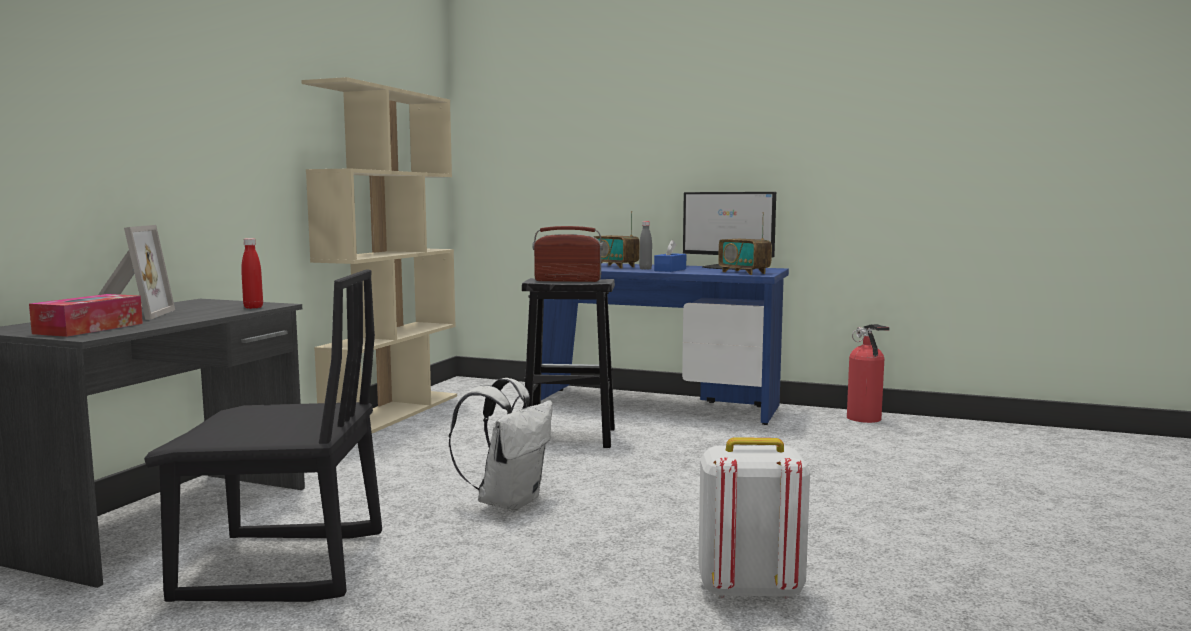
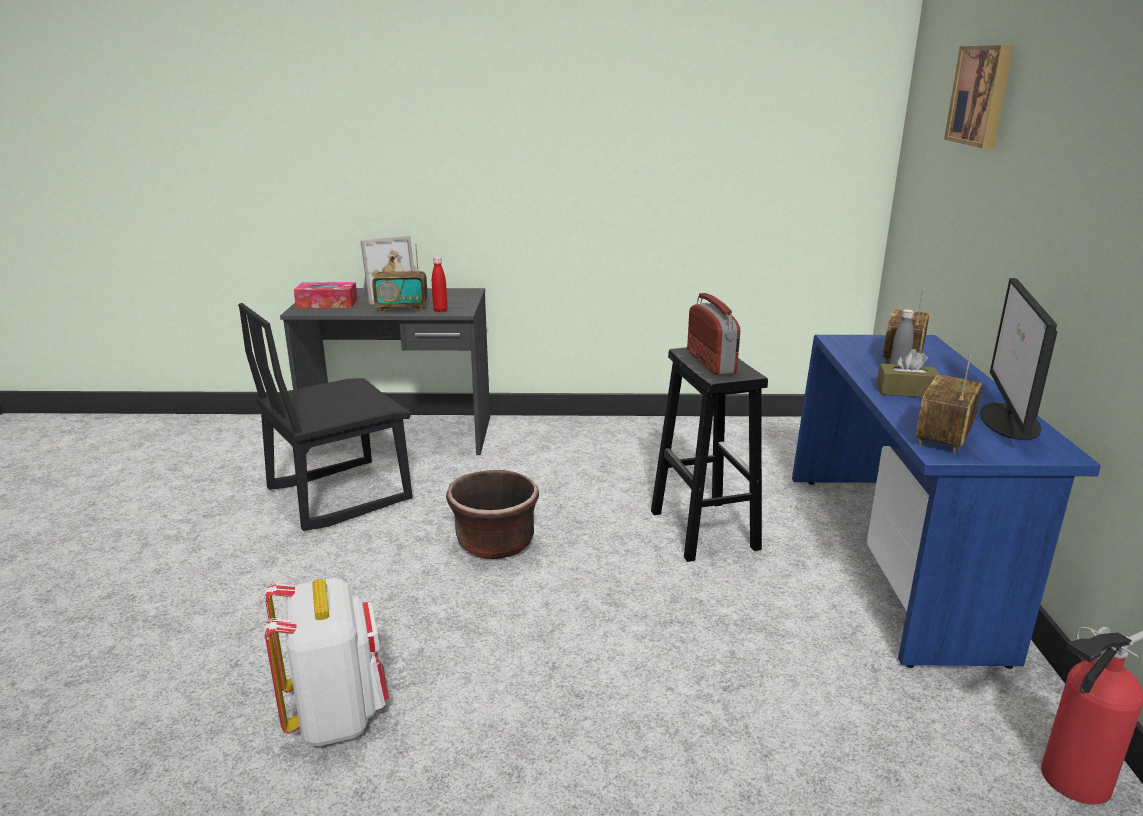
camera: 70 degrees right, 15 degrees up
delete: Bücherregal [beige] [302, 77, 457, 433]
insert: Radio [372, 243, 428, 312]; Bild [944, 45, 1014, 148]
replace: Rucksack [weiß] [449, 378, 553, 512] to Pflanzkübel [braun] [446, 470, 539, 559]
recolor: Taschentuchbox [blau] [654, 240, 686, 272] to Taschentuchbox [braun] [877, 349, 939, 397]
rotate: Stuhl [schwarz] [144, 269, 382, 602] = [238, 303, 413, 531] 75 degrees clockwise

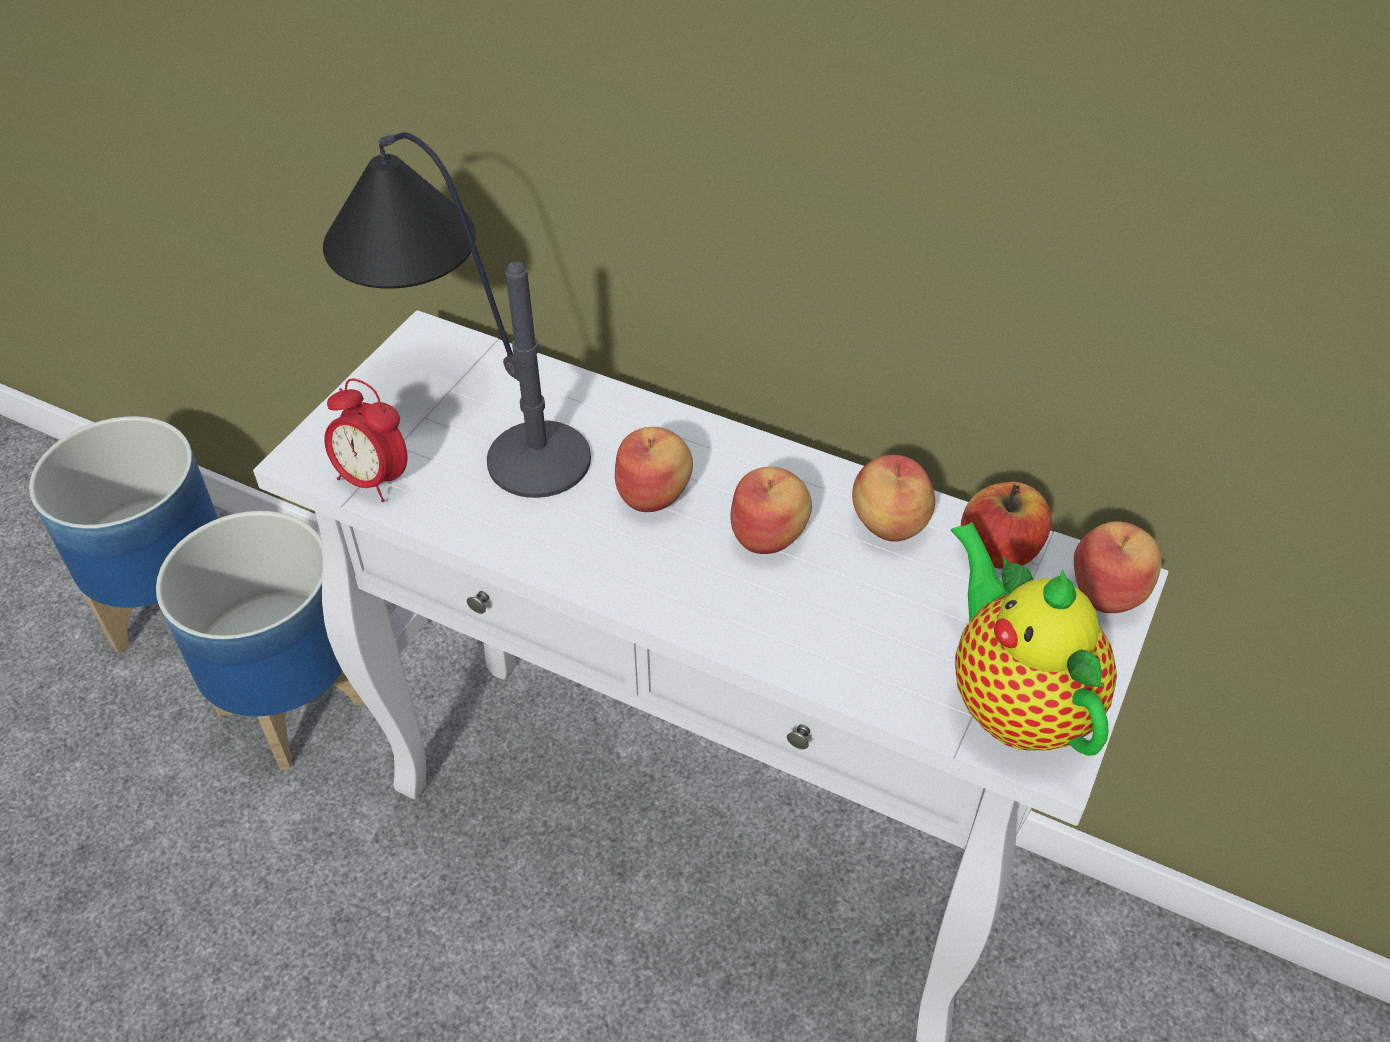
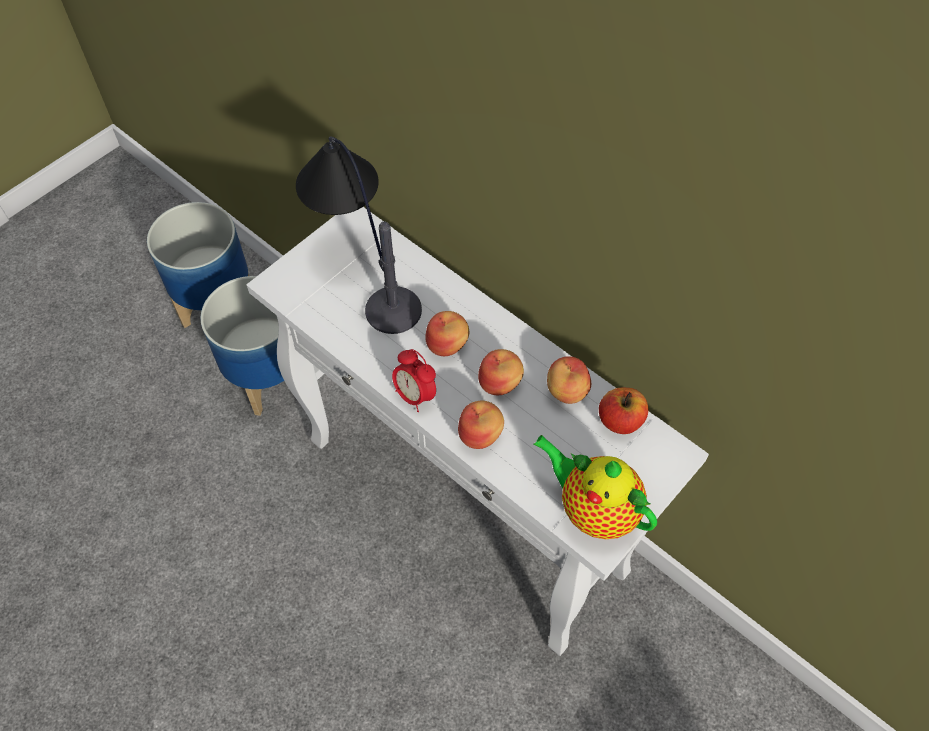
camera: 15 degrees right, 10 degrees up
move: Wecker [324, 378, 408, 502] to [392, 349, 436, 412]; Apfel [1074, 521, 1162, 613] to [458, 401, 504, 449]
rotate: Teekanne [951, 522, 1117, 756] = [534, 435, 657, 539] 45 degrees counterclockwise

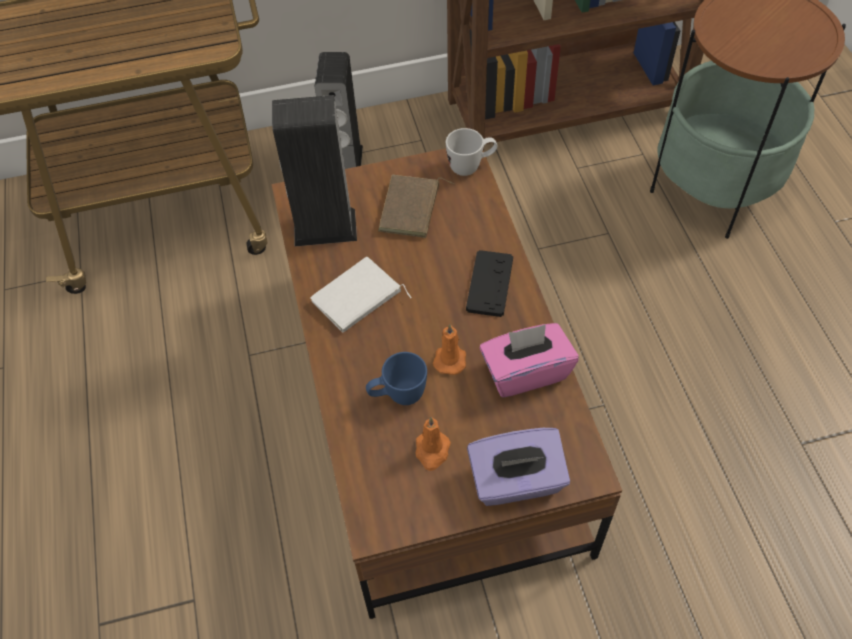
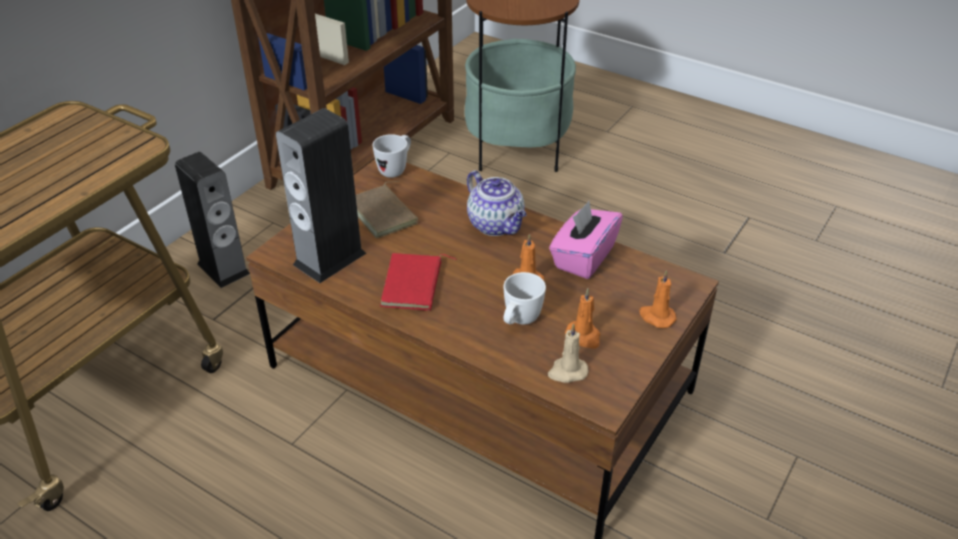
camera: 45 degrees left, 15 degrees down
insert: Kerze [beige] [548, 323, 588, 383]
replace: Gamepad [schwarz] [466, 250, 513, 317] to Teekanne [467, 170, 527, 236]; Taschentuchbox [lila] [467, 428, 570, 506] to Kerze [orange] [639, 270, 677, 328]
recolor: Buch [weiß] [310, 257, 412, 333] to Buch [rot] [380, 253, 457, 311]; Henkelbecher [blau] [366, 352, 427, 405] to Henkelbecher [weiß] [503, 272, 546, 324]

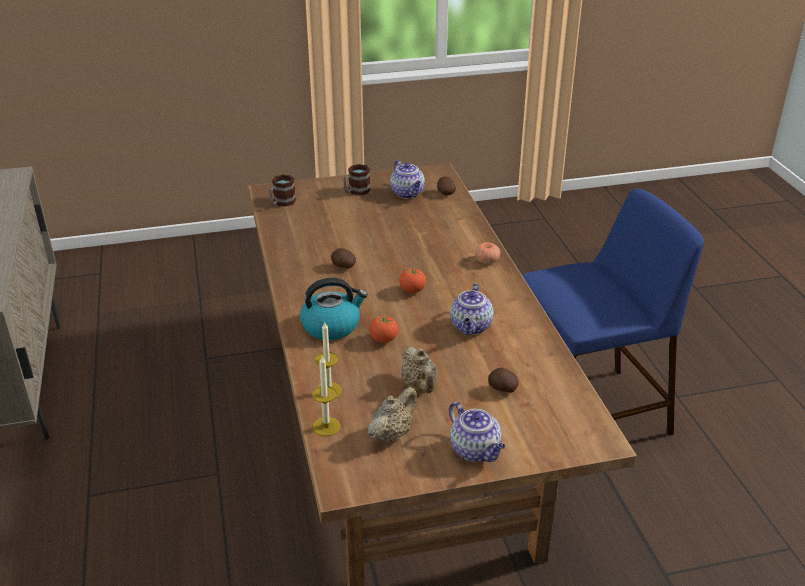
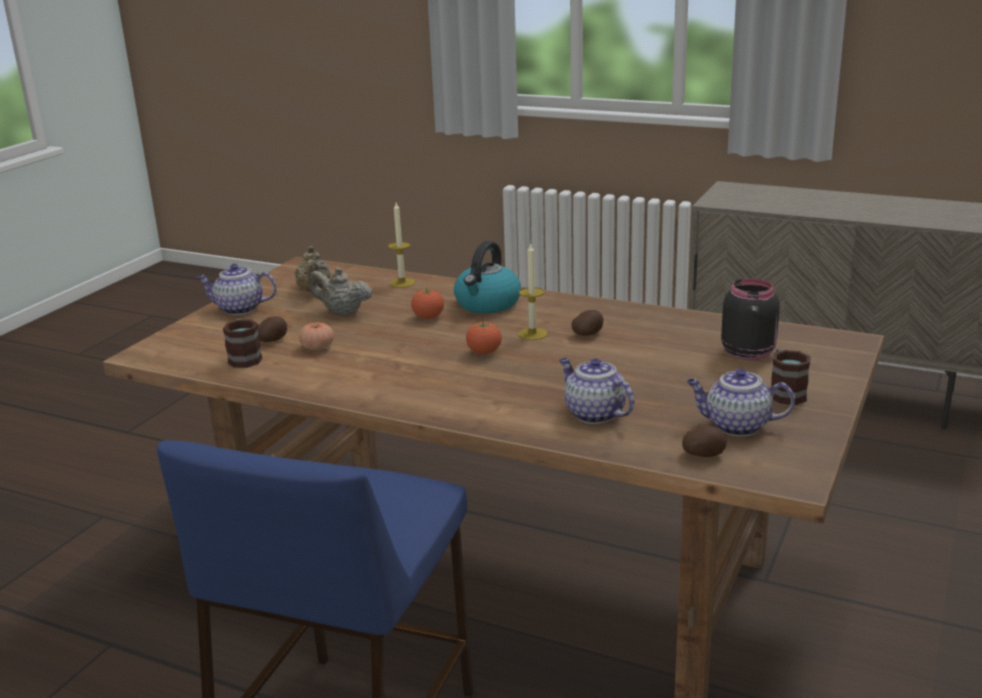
camera: 130 degrees right, 10 degrees down
insert: Vorratsglas [schwarz] [721, 278, 780, 360]
move: Henkelbecher [269, 175, 296, 207] to [223, 319, 262, 368]; Kerze [312, 356, 340, 436] to [518, 242, 547, 340]; Teekanne [450, 283, 494, 335] to [559, 358, 635, 424]; Tomate [475, 243, 500, 264] to [299, 322, 334, 350]

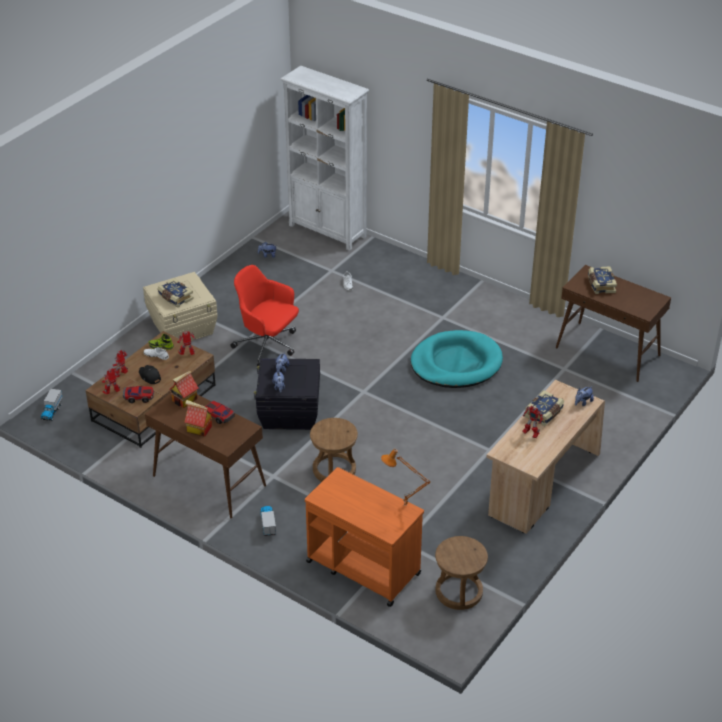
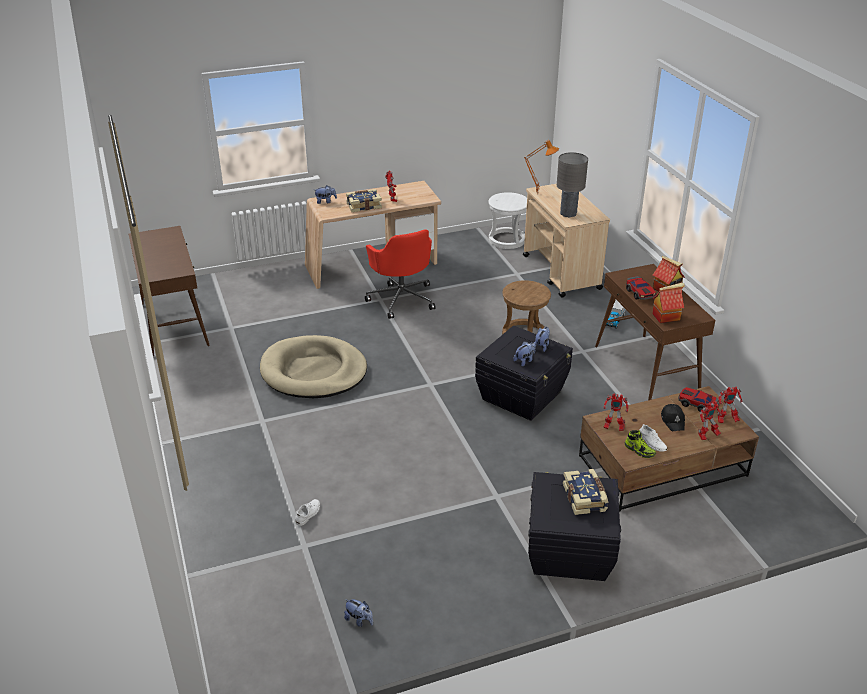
camera: 145 degrees left, 5 degrees down
delete: Spielzeuglaster [41, 389, 63, 421]; Bücherregal [weiß] [280, 66, 369, 251]; Buch [588, 266, 617, 294]
insert: Tischlampe [grau] [557, 152, 588, 218]
move: Bürostuhl [rot] [230, 265, 299, 366] to [365, 229, 436, 319]
recolor: Aufbewahrungsbox [beige] [143, 272, 218, 341] to Aufbewahrungsbox [schwarz] [528, 472, 621, 581]; Rollwagen [orange] [305, 467, 424, 607] to Rollwagen [beige] [523, 184, 610, 298]; Hundebett [türkis] [411, 330, 503, 388] to Hundebett [beige] [260, 335, 367, 398]; Hocker [braun] [435, 536, 488, 610] to Hocker [weiß] [488, 192, 527, 249]

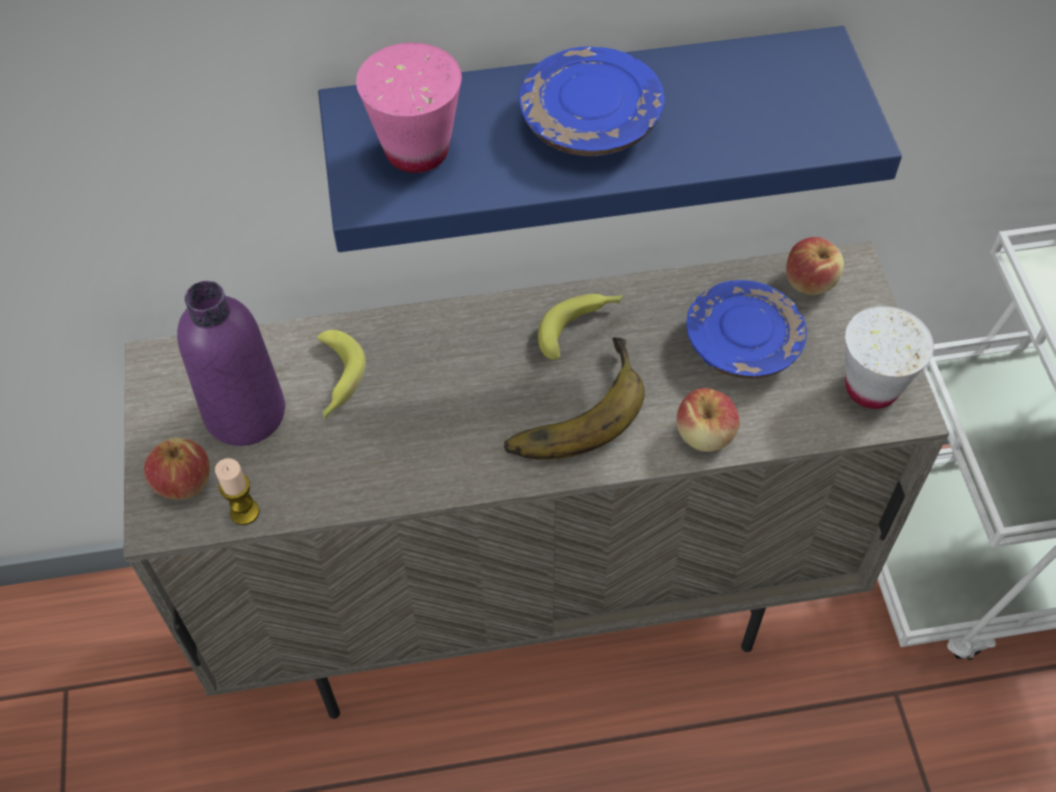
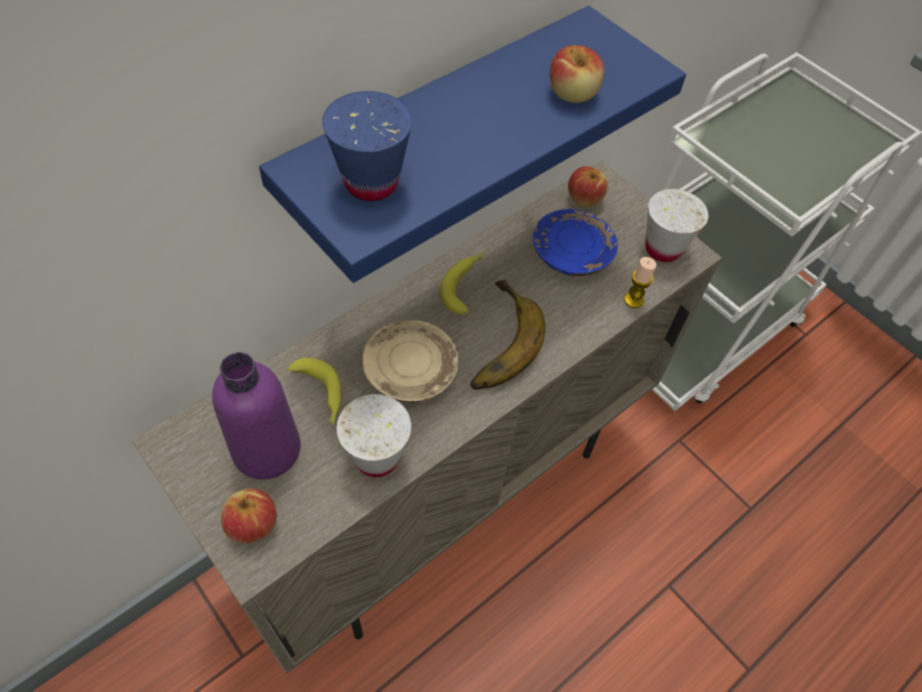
camera: 35 degrees left, 0 degrees up
delete: Teller [blau] [519, 46, 665, 156]
insert: Tasse [weiß] [337, 394, 411, 477]; Teller [beige] [362, 320, 458, 403]
move: Kerze [215, 458, 260, 525] to [624, 257, 656, 308]; Apfel [676, 388, 739, 452] to [550, 45, 604, 103]
recolor: Tasse [rosa] [356, 43, 462, 173] to Tasse [blau] [322, 91, 412, 201]

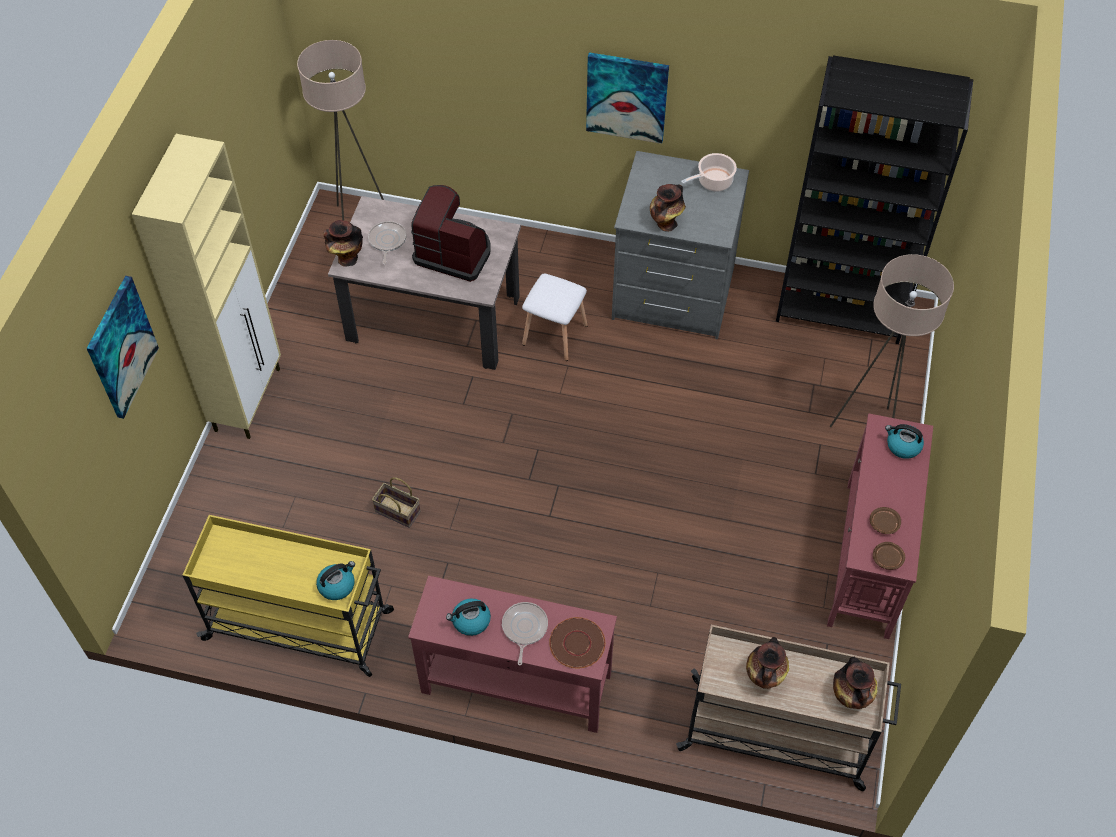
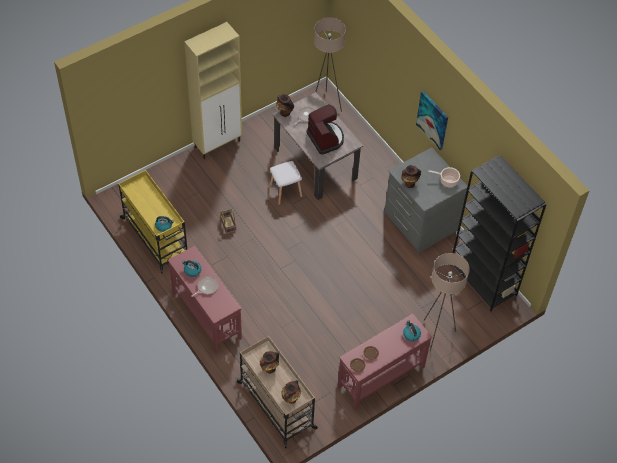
camera: 40 degrees right, 0 degrees up
delete: Bild [87, 276, 159, 419]; Teller [braun] [549, 617, 605, 669]
move: Hocker [weiß] [522, 273, 588, 361] to [269, 161, 302, 205]

